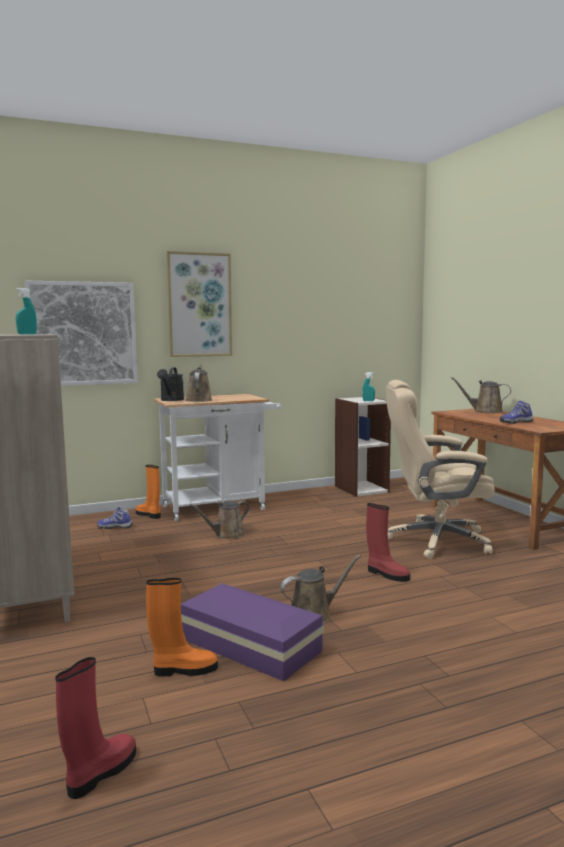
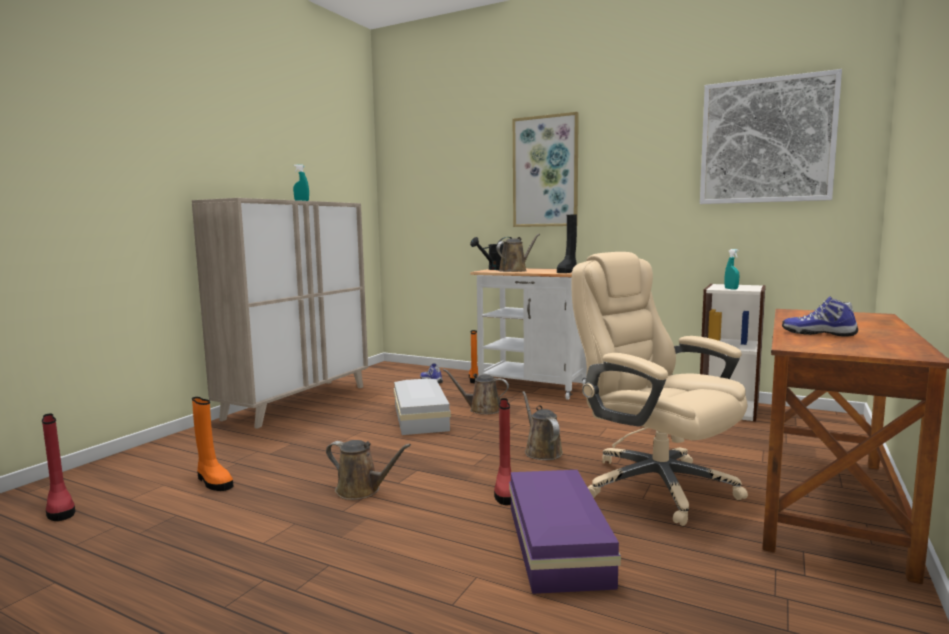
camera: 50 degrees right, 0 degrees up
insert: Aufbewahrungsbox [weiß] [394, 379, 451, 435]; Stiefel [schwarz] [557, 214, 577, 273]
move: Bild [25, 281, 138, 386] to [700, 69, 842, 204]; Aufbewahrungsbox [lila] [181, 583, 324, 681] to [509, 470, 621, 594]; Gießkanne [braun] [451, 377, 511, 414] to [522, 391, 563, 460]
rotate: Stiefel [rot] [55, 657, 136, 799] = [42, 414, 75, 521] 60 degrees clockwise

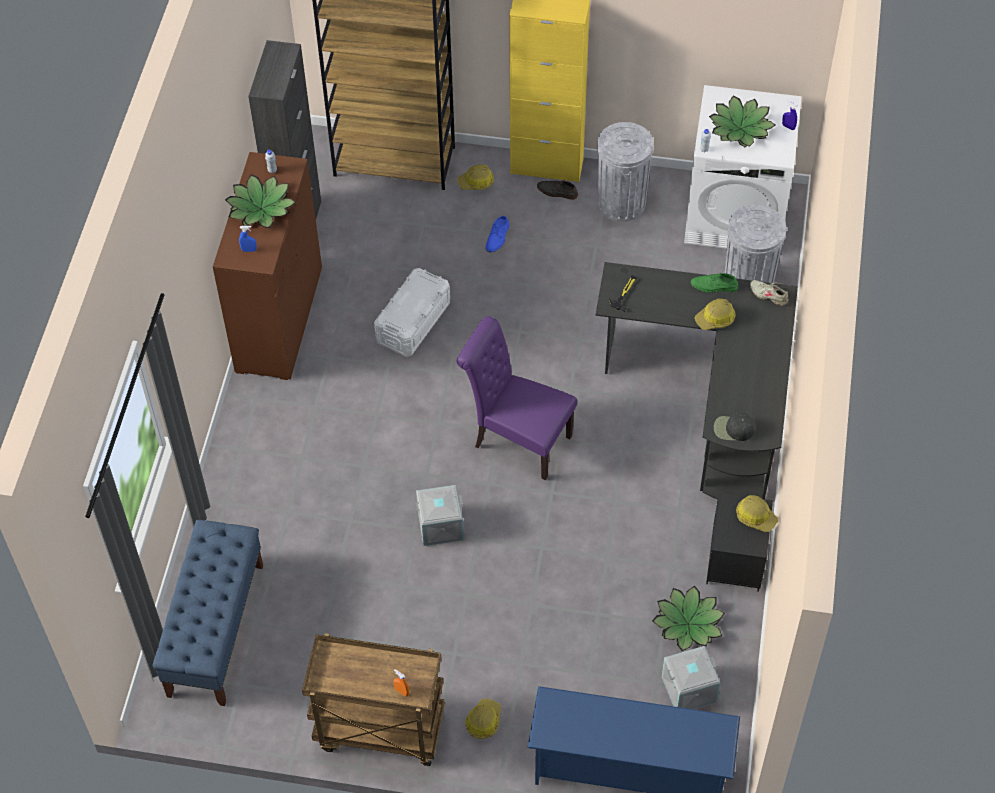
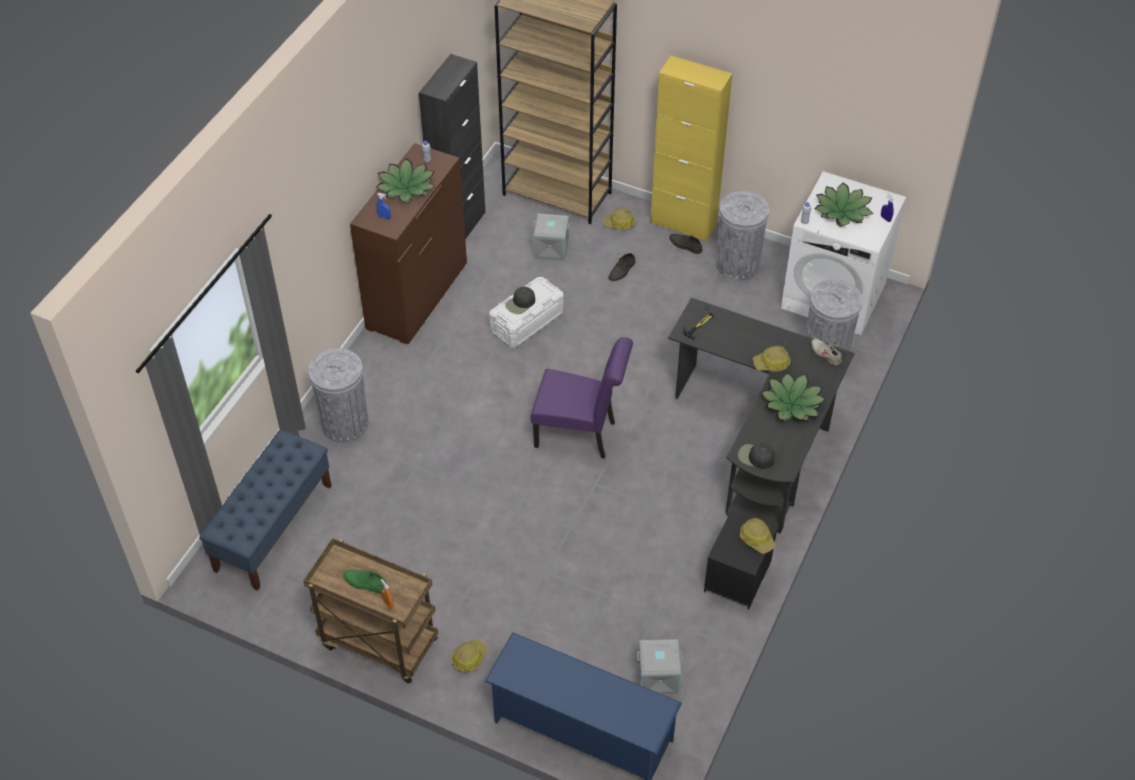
camera: 15 degrees right, 5 degrees down
insert: Mülleimer [grau] [308, 348, 368, 443]; Kappe [schwarz] [505, 287, 535, 314]
move: Aufbewahrungsbox [grau] [415, 485, 464, 546] to [533, 214, 570, 261]; Topfpflanze [652, 586, 725, 651] to [761, 373, 826, 422]; Schuh [grün] [691, 272, 738, 293] to [343, 569, 387, 594]
recolor: Schuh [blau] [486, 216, 509, 252] to Schuh [grau] [608, 253, 635, 281]
rotate: Stuhl [lila] [457, 316, 577, 480] = [530, 337, 633, 459] 150 degrees clockwise

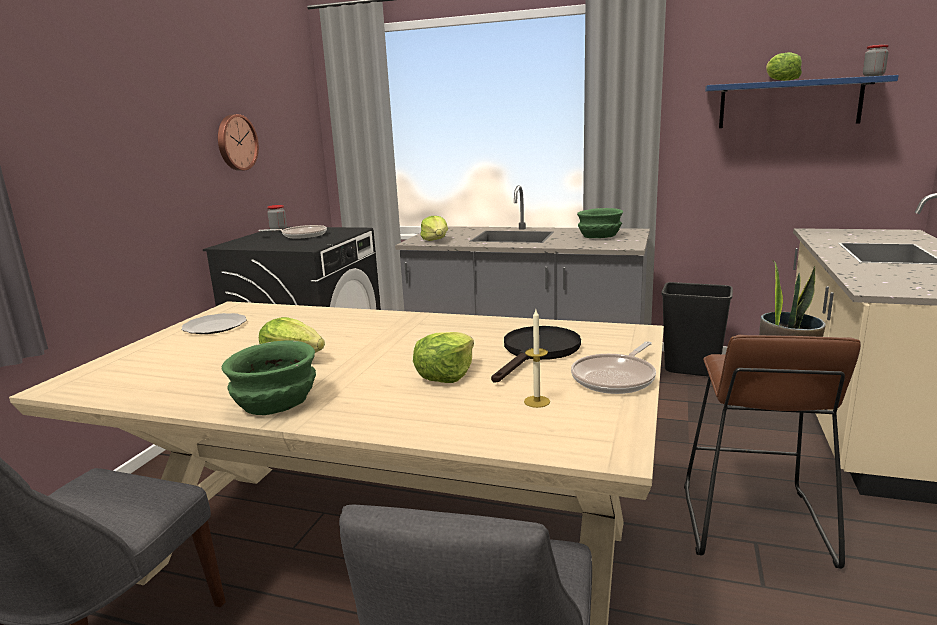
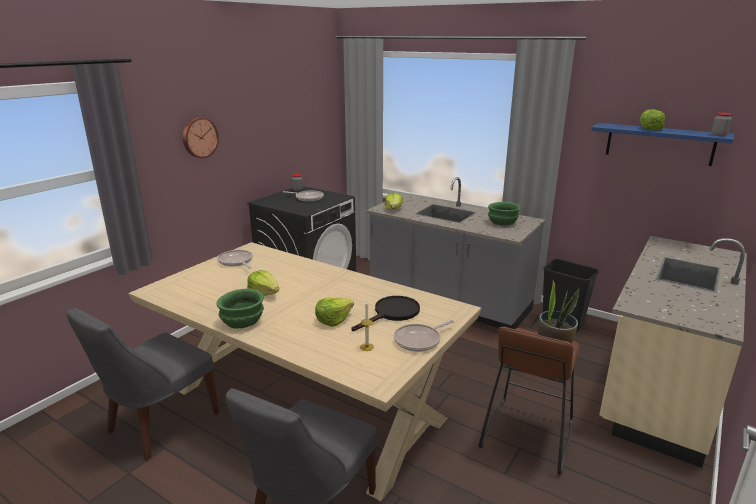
camera: 15 degrees right, 5 degrees up
move: Wanduhr [218, 114, 259, 171] to [183, 117, 219, 158]
replace: Teller [181, 313, 247, 334] to Pfanne [217, 250, 253, 268]

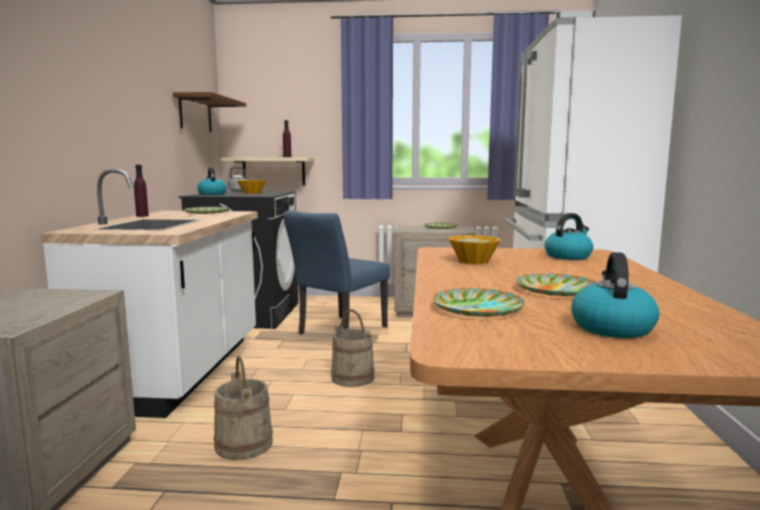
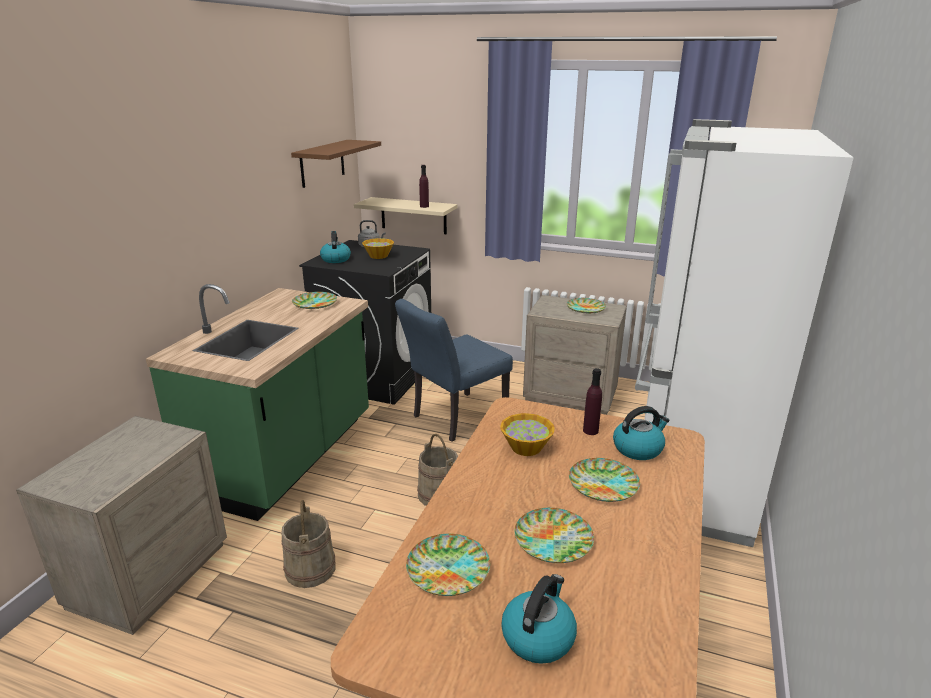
camera: 15 degrees right, 15 degrees up
insert: Teller [569, 458, 640, 502]
move: Flasche [lila] [134, 165, 149, 217] to [583, 368, 602, 435]
recolor: Küchenzeile [weiß] [41, 169, 258, 418] to Küchenzeile [grün] [146, 284, 369, 521]

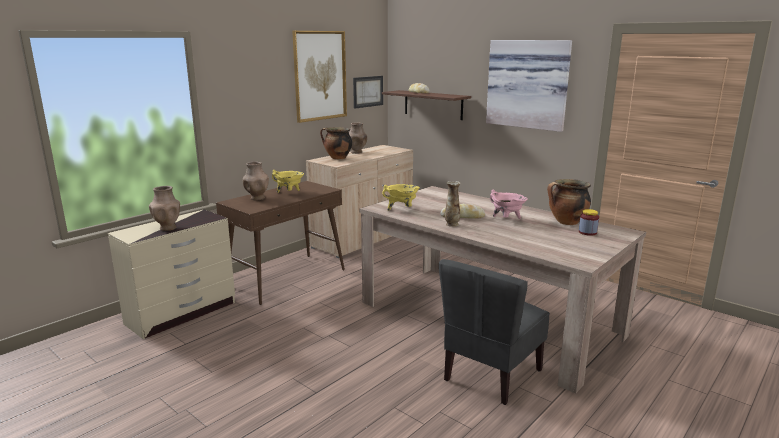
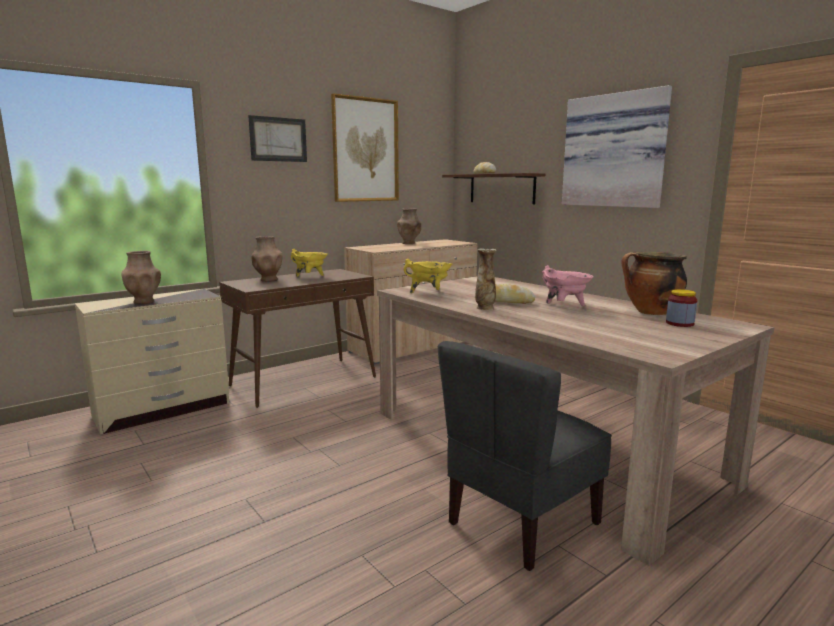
camera: 10 degrees right, 5 degrees down
delete: Kochtopf [320, 127, 352, 159]
move: Bild [353, 76, 383, 109] to [248, 115, 307, 162]

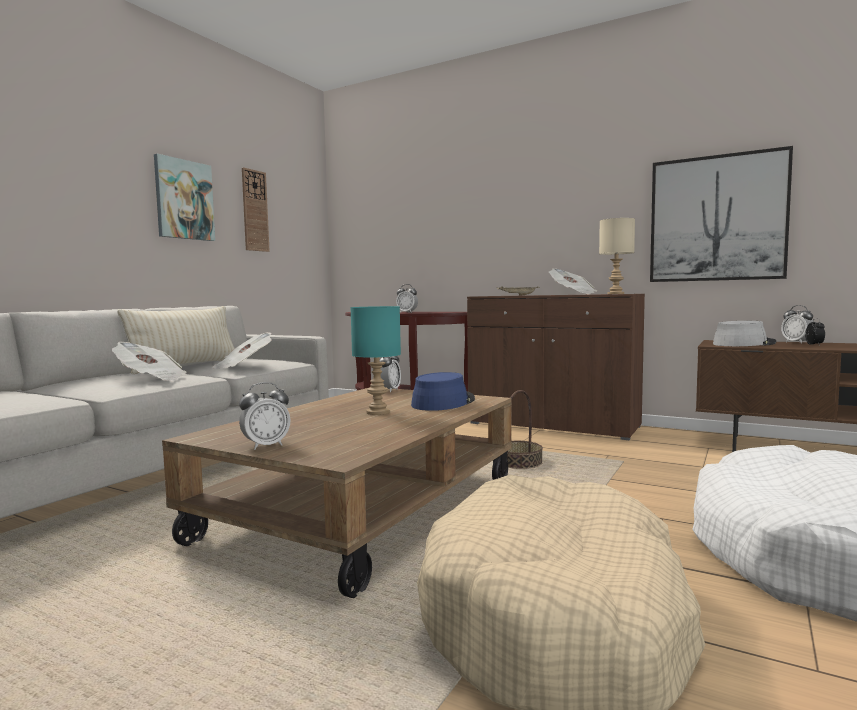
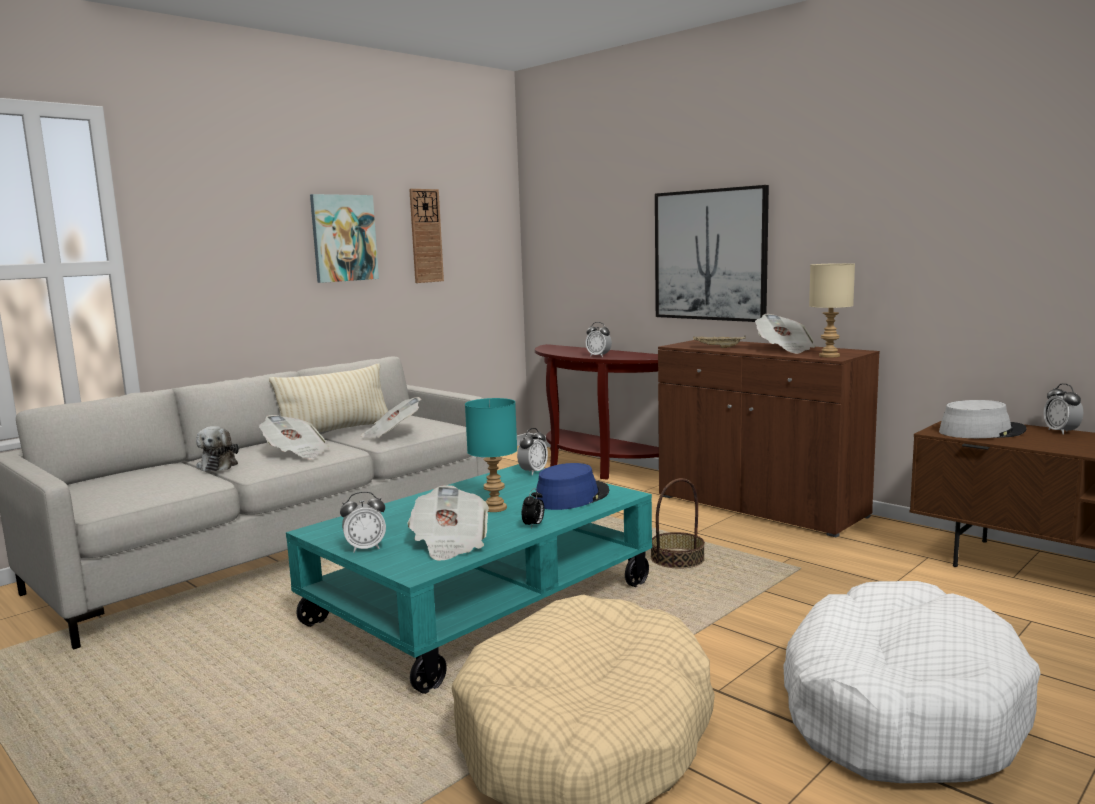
camera: 15 degrees right, 5 degrees up
insert: Plüschtier [196, 426, 239, 472]; Zeitung [408, 485, 489, 561]
move: Bild [650, 146, 793, 282] to [655, 185, 769, 322]; Wecker [805, 318, 825, 346] to [522, 488, 544, 528]
recolor: Couchtisch [braun] [162, 387, 512, 598] to Couchtisch [türkis] [286, 464, 652, 694]

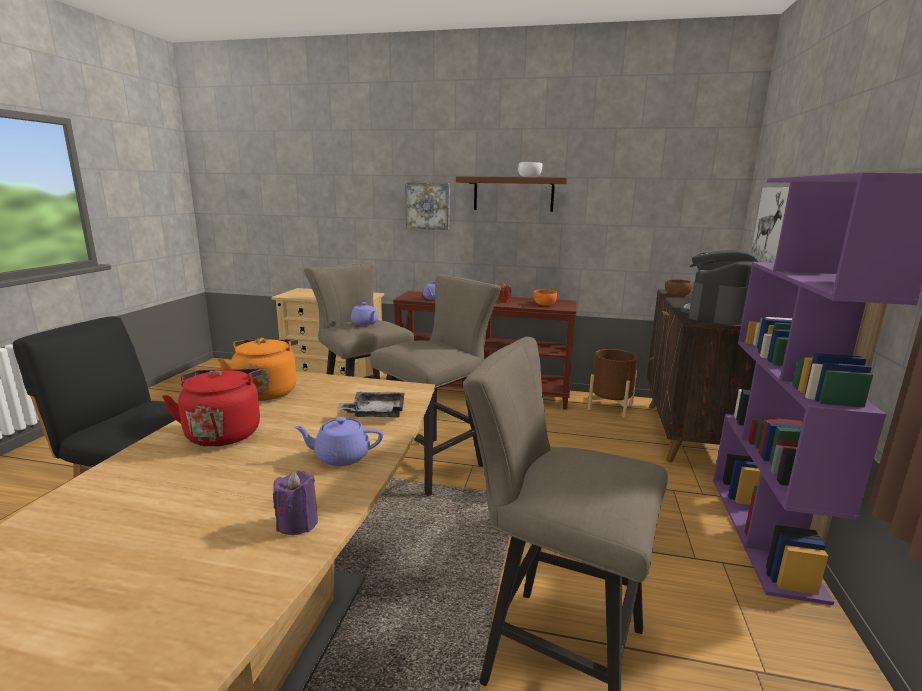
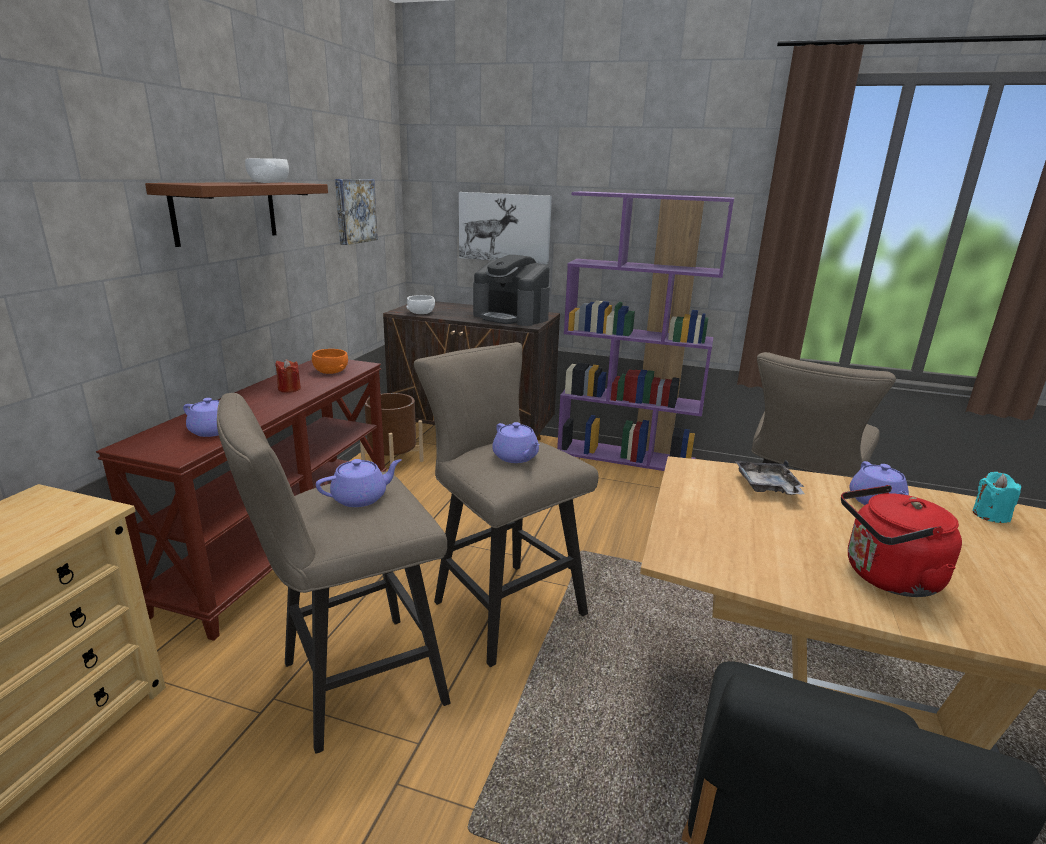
camera: 85 degrees left, 5 degrees up
delete: Wasserkessel [orange] [218, 338, 298, 401]
insert: Teekanne [lila] [492, 422, 540, 463]
move: Bild [405, 183, 450, 230] to [335, 179, 378, 245]
recolor: Kerze [lila] [273, 471, 318, 535] to Kerze [türkis] [972, 472, 1021, 523]; Schüssel [braun] [665, 279, 693, 296] to Schüssel [weiß] [406, 295, 435, 314]

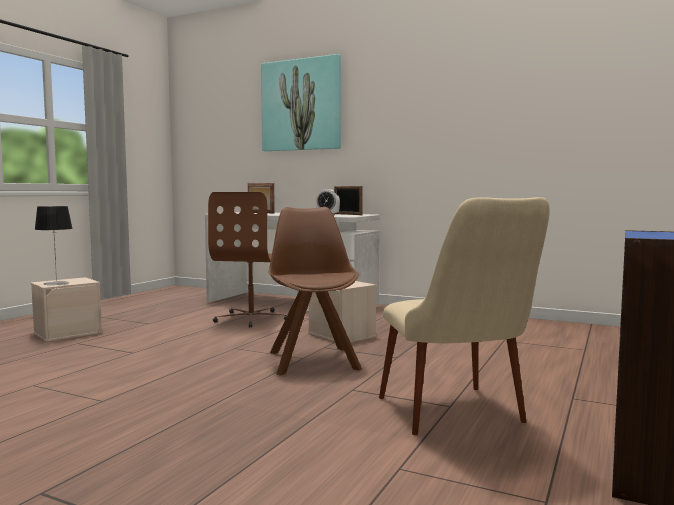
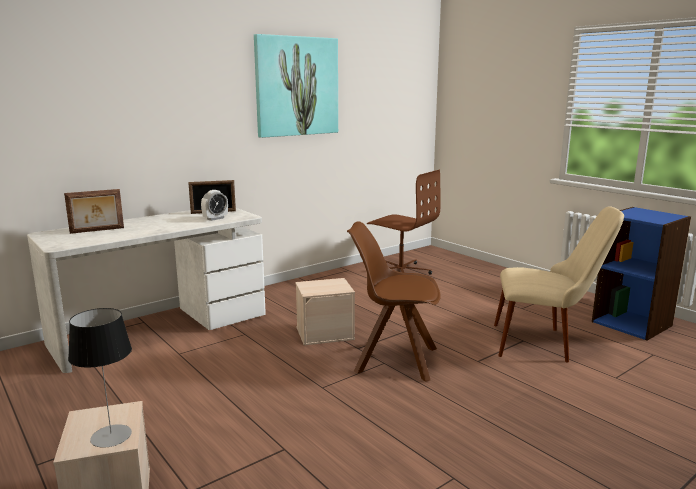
camera: 65 degrees left, 10 degrees up
move: Bürostuhl [braun] [208, 192, 288, 327] to [367, 170, 441, 275]; Bild [261, 54, 341, 151] to [254, 34, 338, 138]

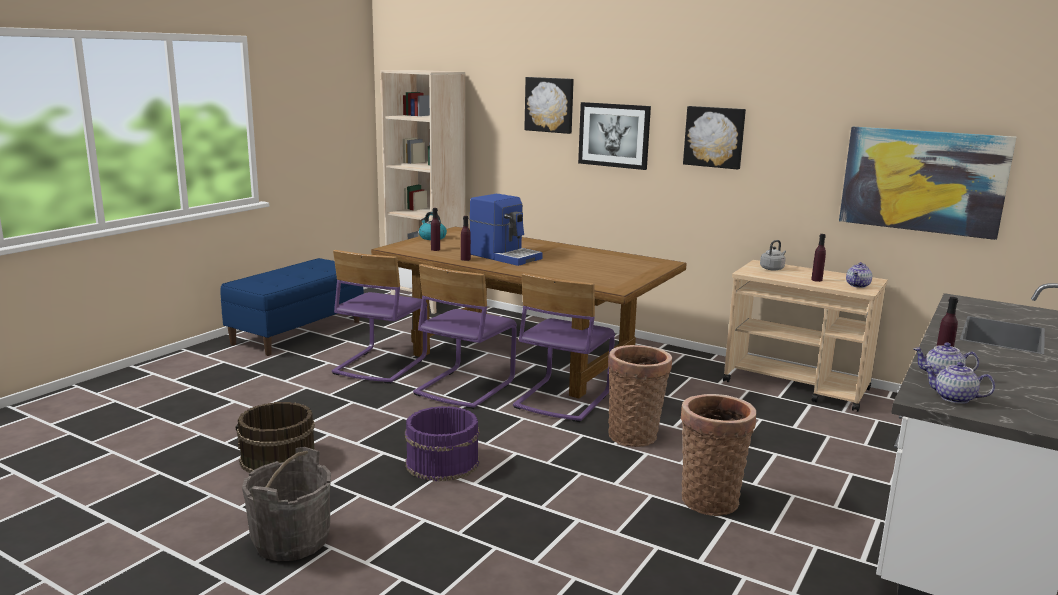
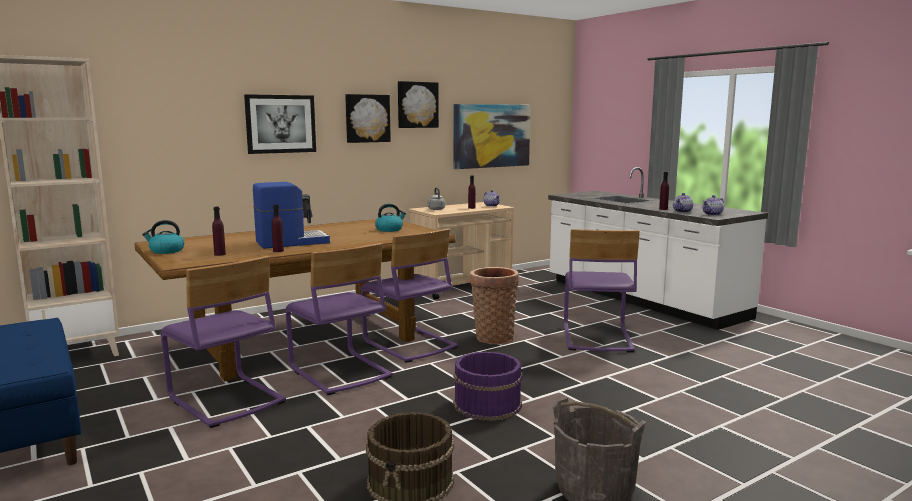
camera: 65 degrees left, 5 degrees down
insert: Wasserkessel [375, 204, 406, 232]
move: Bild [524, 77, 574, 134] to [398, 81, 439, 128]
replace: Korb [681, 394, 756, 516] to Stuhl [lila] [564, 229, 640, 352]

